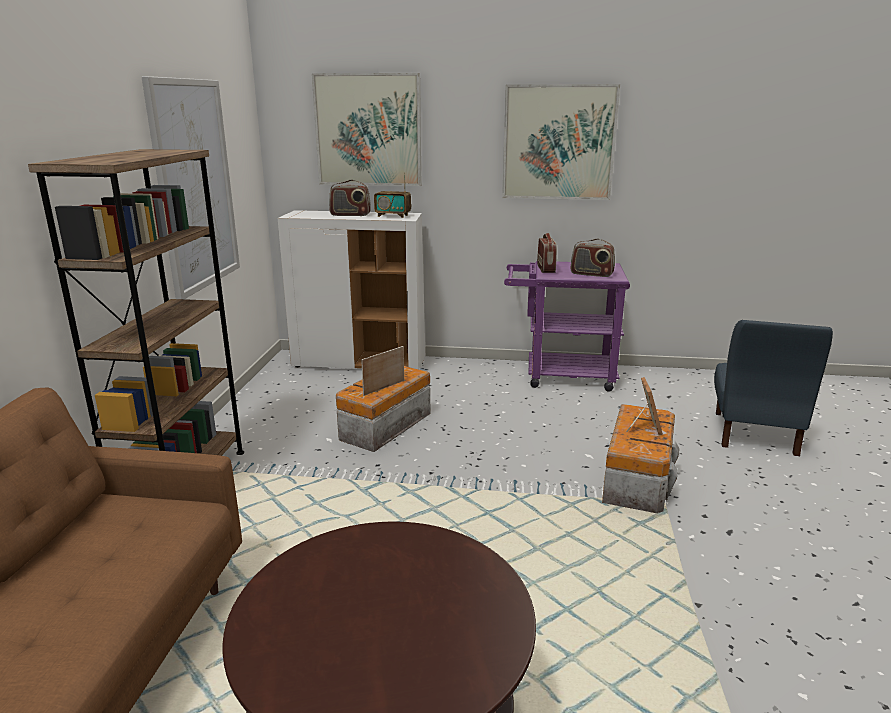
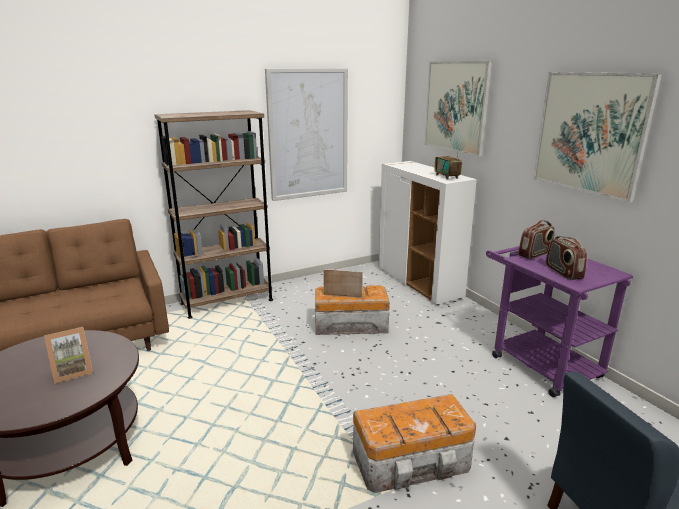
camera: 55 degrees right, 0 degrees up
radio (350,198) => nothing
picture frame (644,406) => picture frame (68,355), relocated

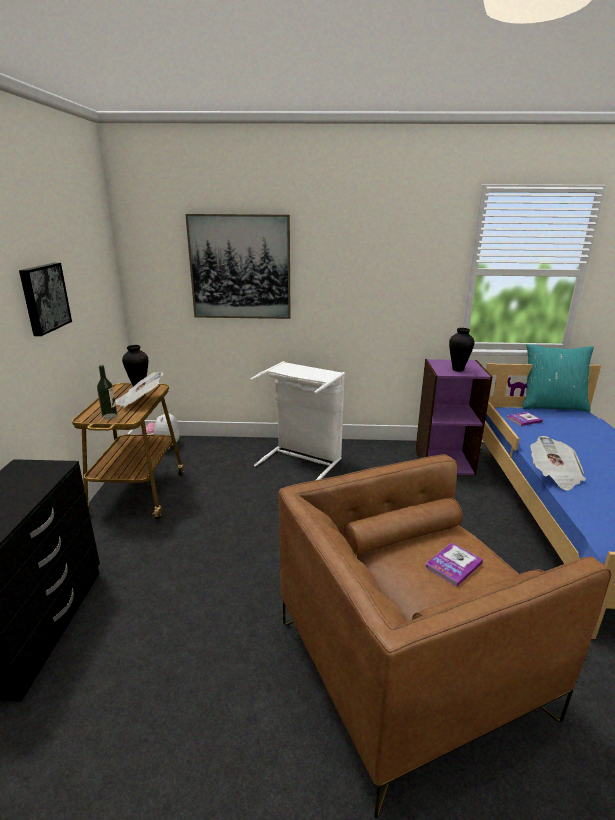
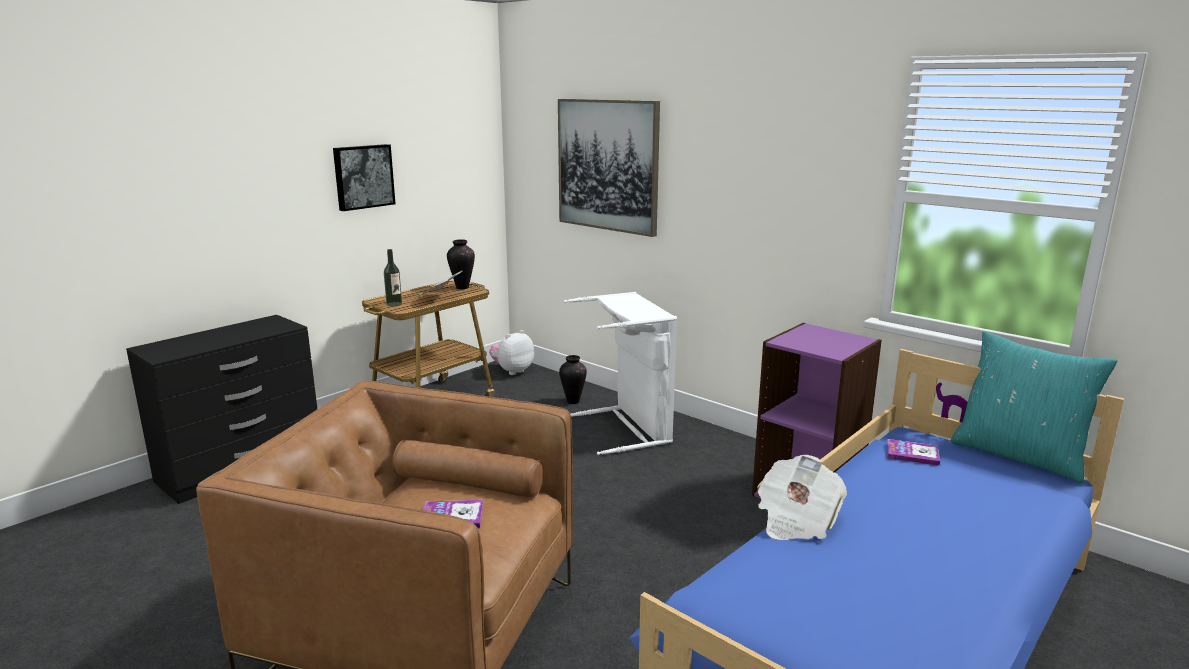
camera: 40 degrees right, 5 degrees down
vase (462,349) => vase (573,379), relocated

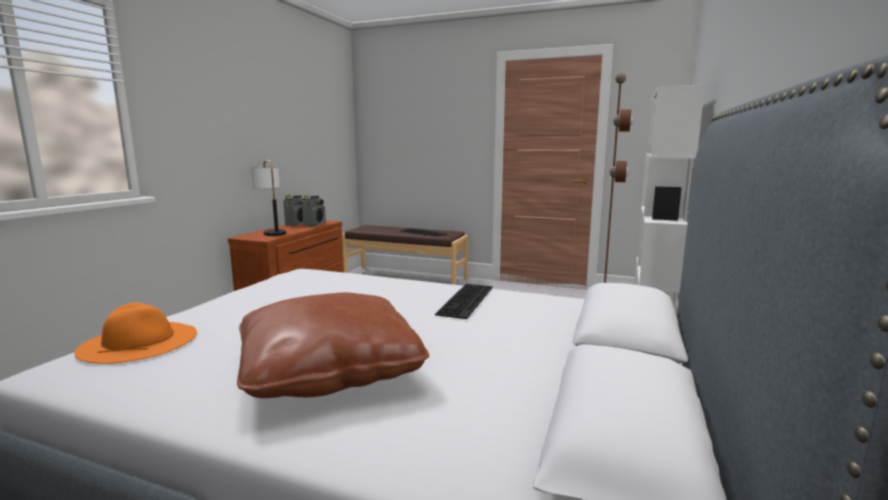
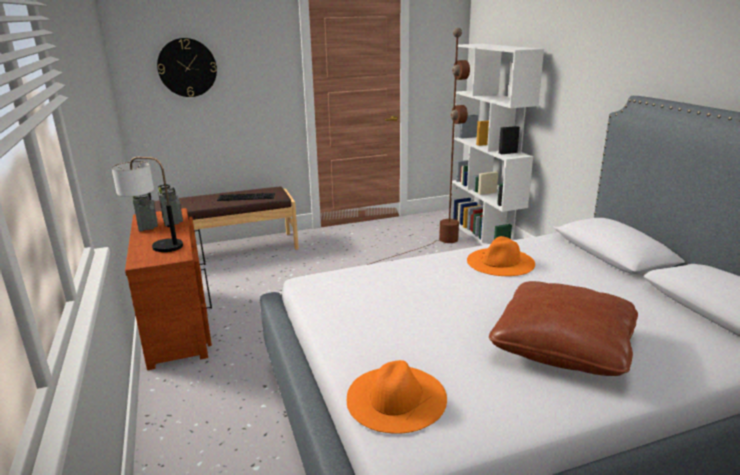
camera: 40 degrees left, 10 degrees up
nothing => wall clock (187,67)
keyboard (464,301) => orange hat (501,256)

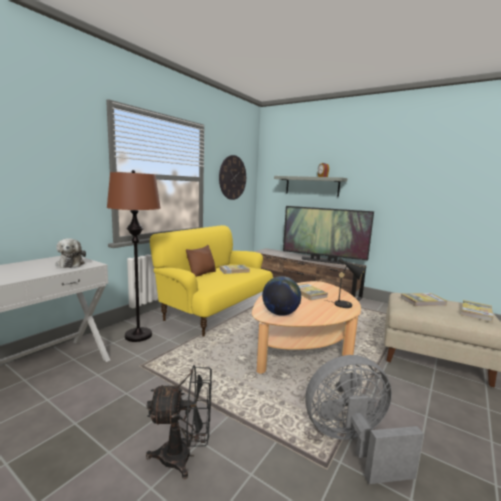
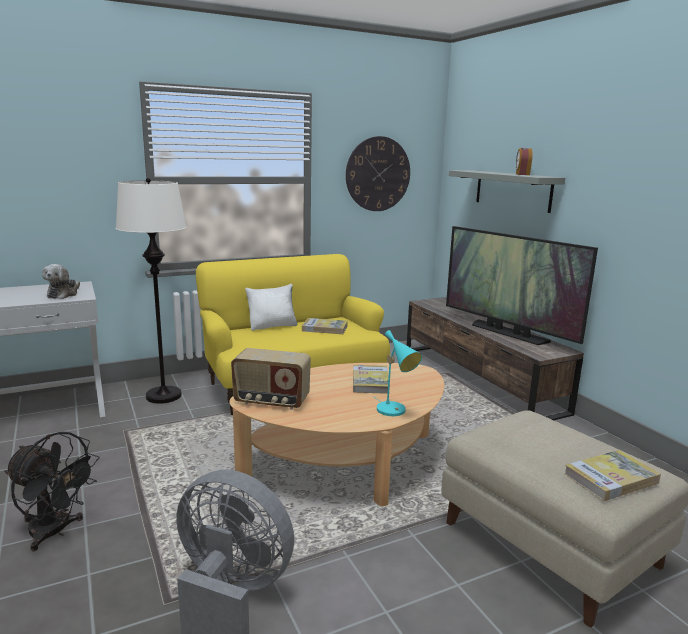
camera: 30 degrees right, 5 degrees up
book (424,299) => nothing
globe (281,296) => radio (271,379)
brown floor lamp (134,256) => white floor lamp (151,291)
brown pillow (201,261) => white pillow (271,307)
black table lamp (346,283) => turquoise table lamp (397,373)

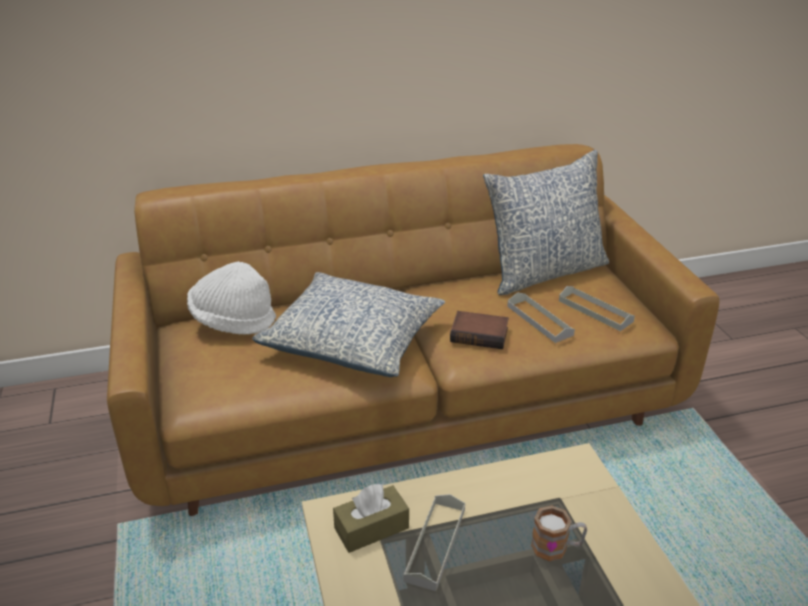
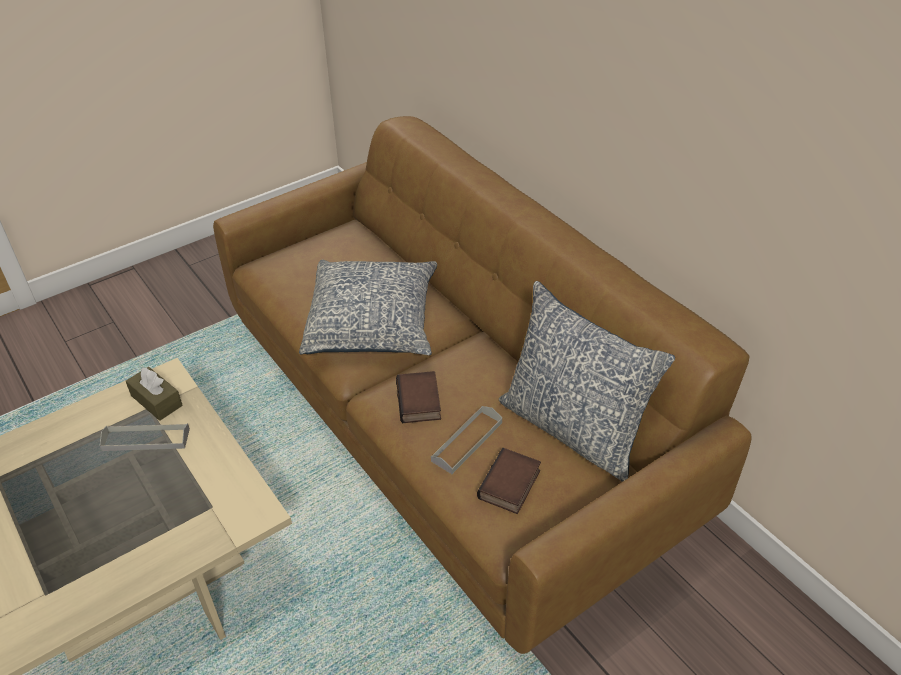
camera: 70 degrees right, 10 degrees up
white hat (231,298) => nothing
mug (559,533) => nothing
grey tray (597,308) => book (509,481)

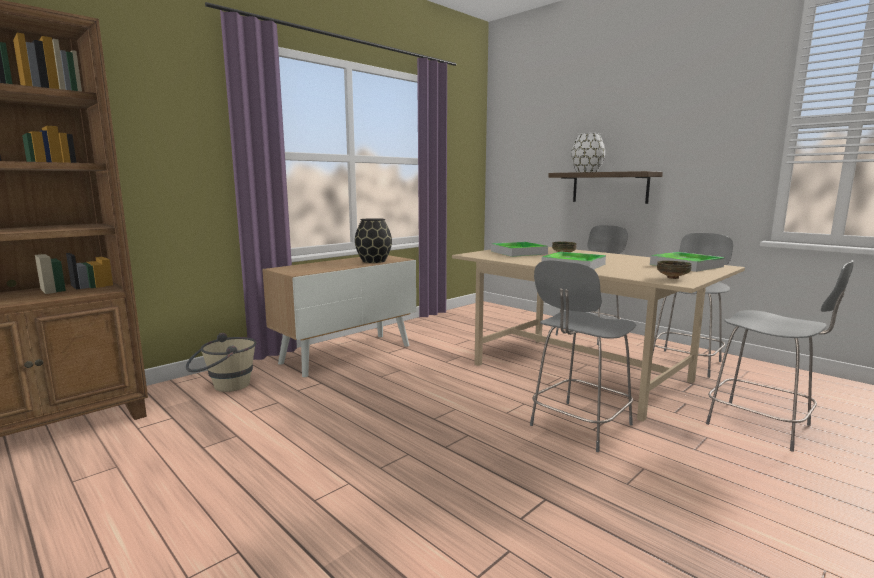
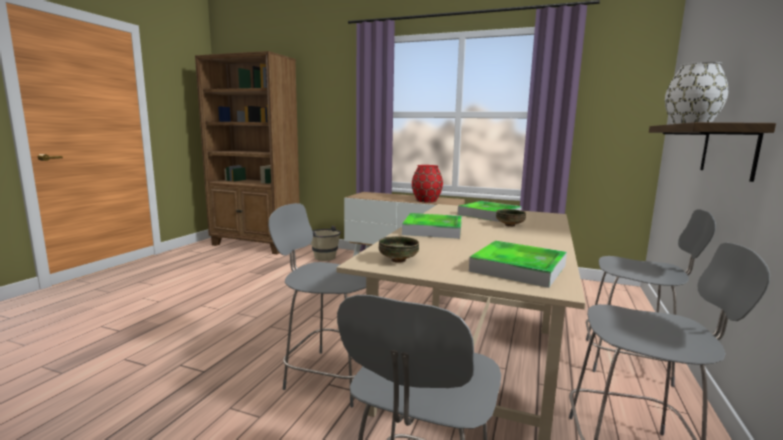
camera: 65 degrees right, 0 degrees up
black vase (373,240) => red vase (427,184)

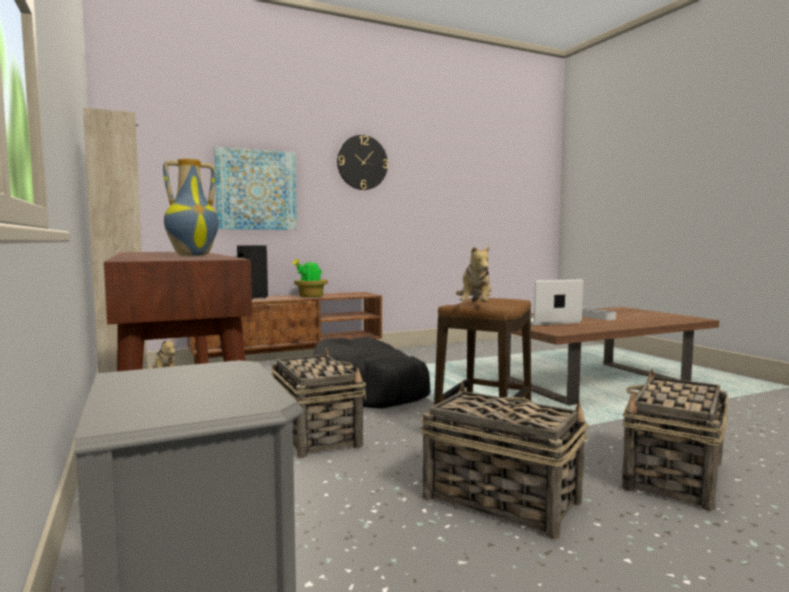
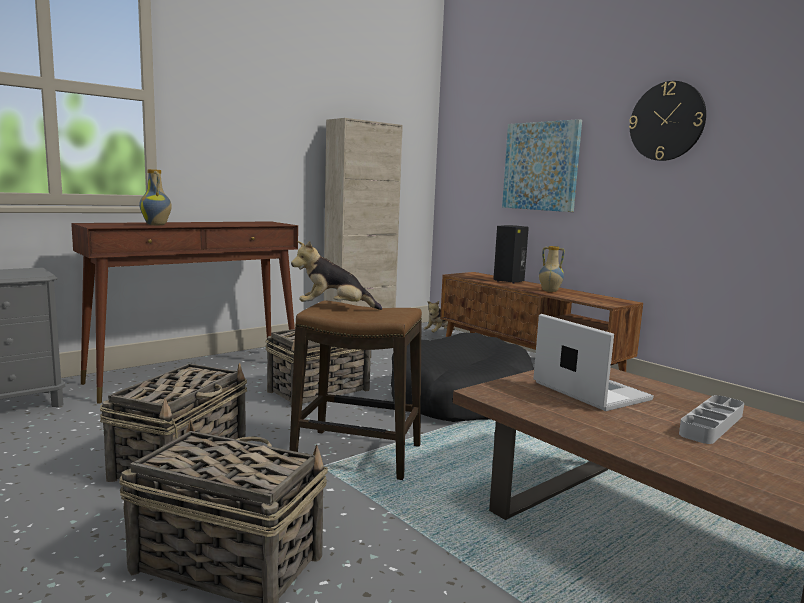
camera: 75 degrees right, 5 degrees up
potted plant (310,278) => vase (552,269)

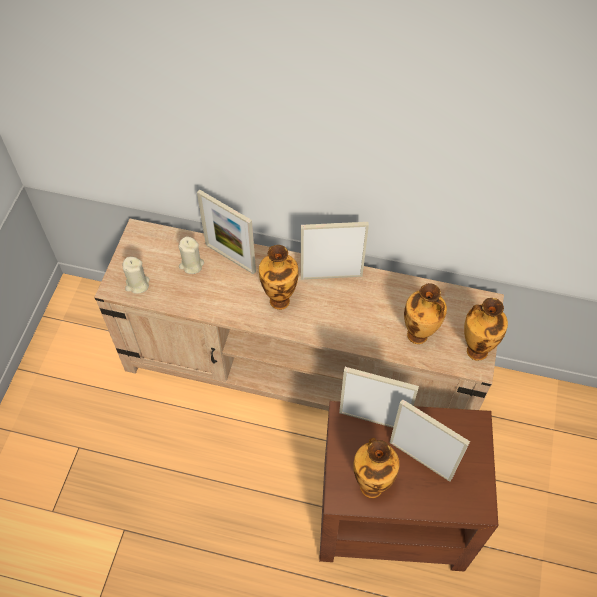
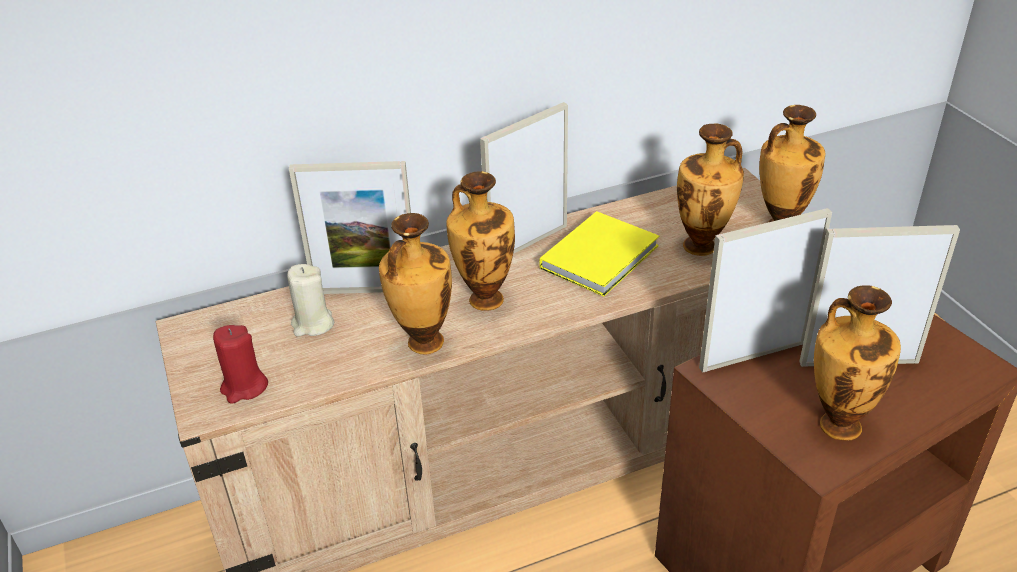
camera: 35 degrees left, 20 degrees down
nothing => vase (415,284)
nothing => yellow book (599,253)
beige candle (136,275) => red candle (240,364)

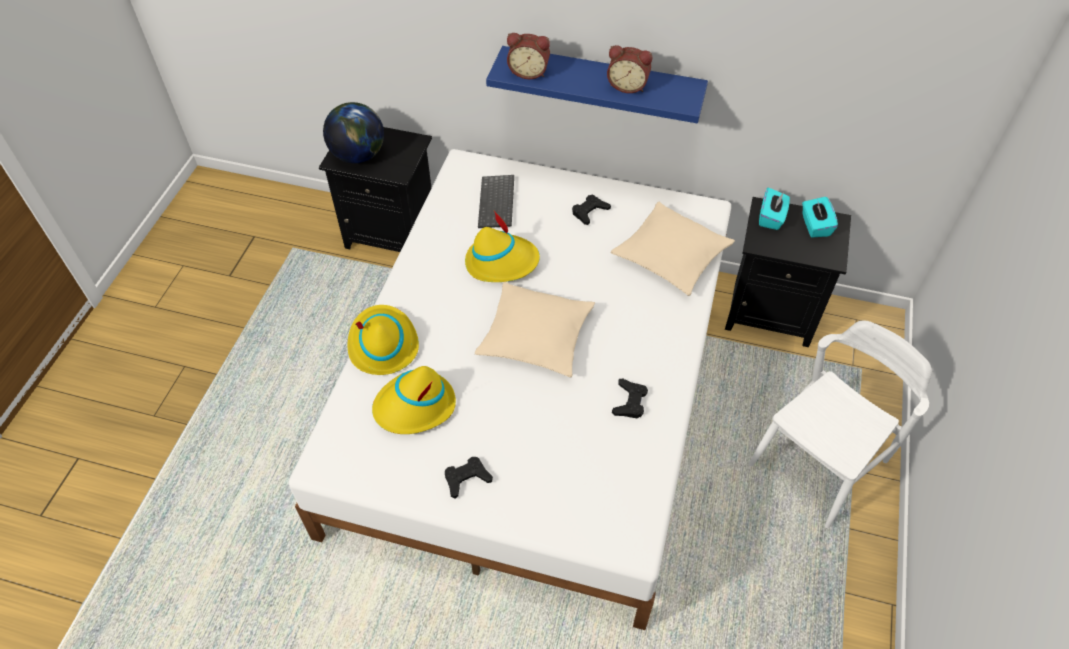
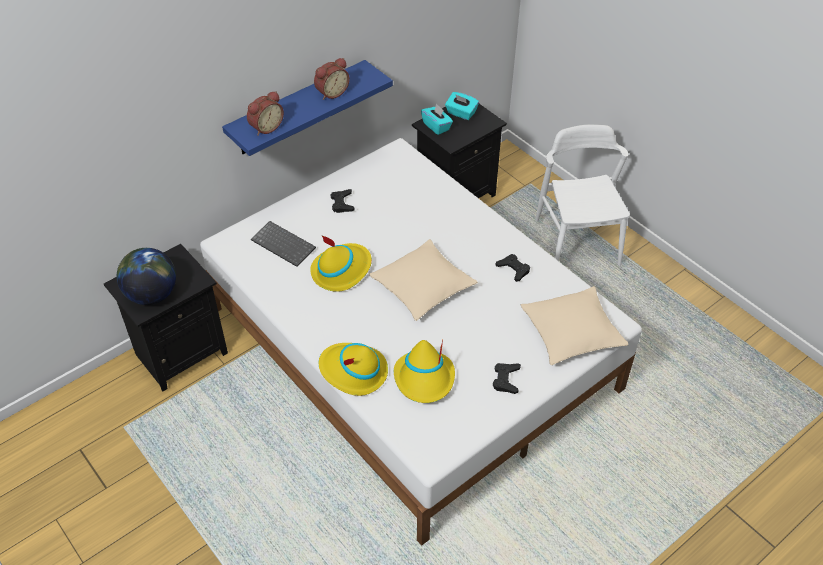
camera: 55 degrees left, 5 degrees down
beige pillow (673,249) => beige pillow (574,325), relocated

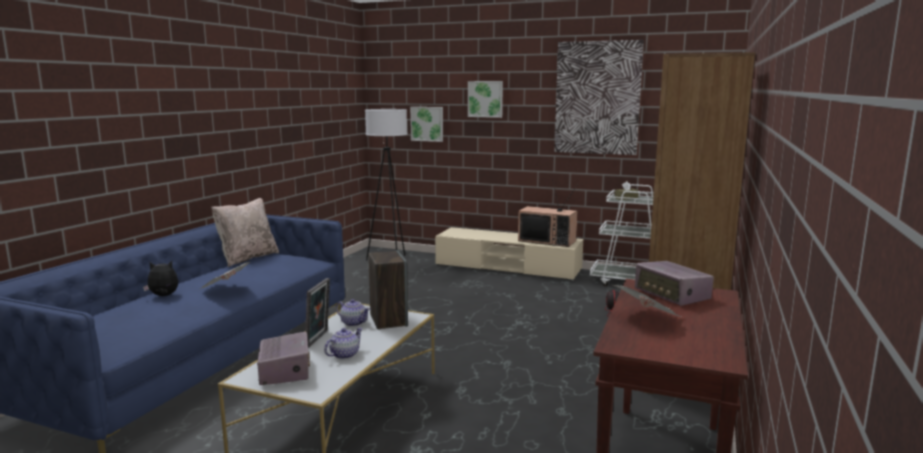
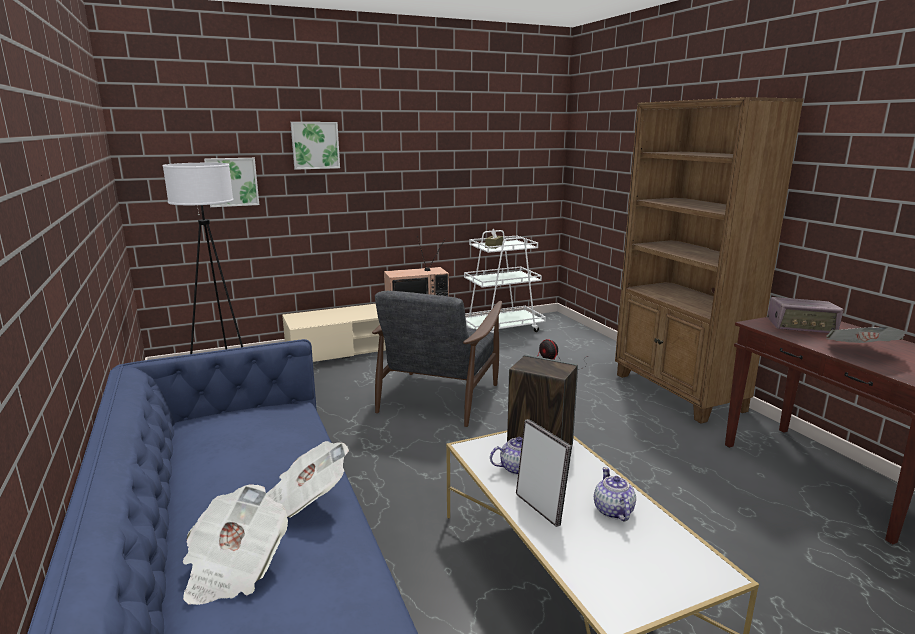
camera: 45 degrees left, 5 degrees up
beige pillow (245,232) => nothing
radio (283,358) => nothing
picture (599,97) => nothing
nothing => grey armchair (437,359)
plush toy (160,278) => newspaper (235,544)

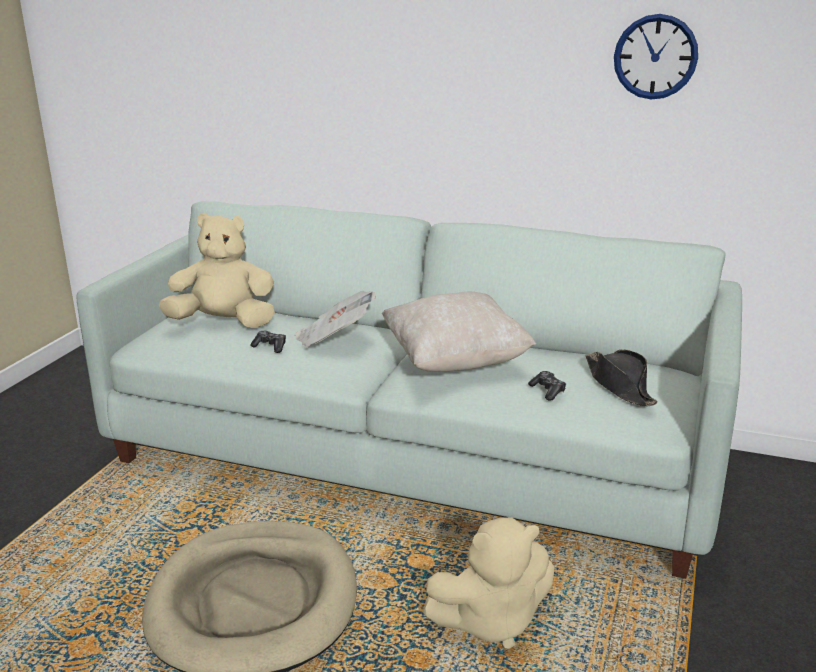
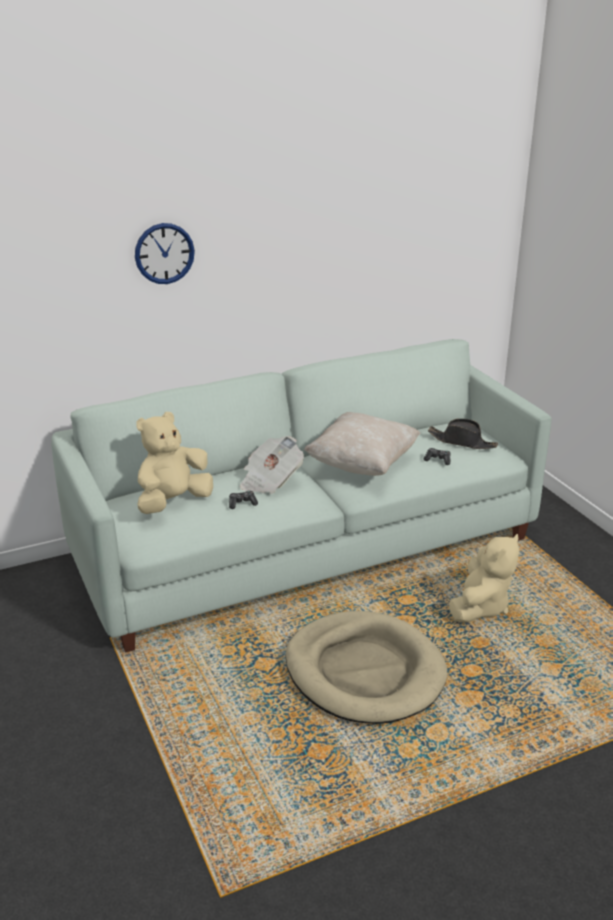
camera: 45 degrees left, 5 degrees up
wall clock (656,57) => wall clock (165,253), relocated

